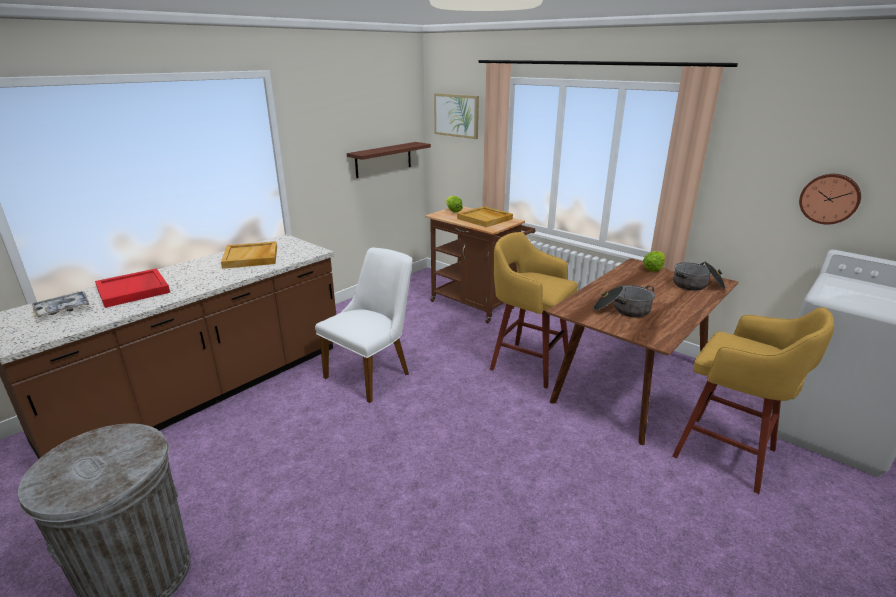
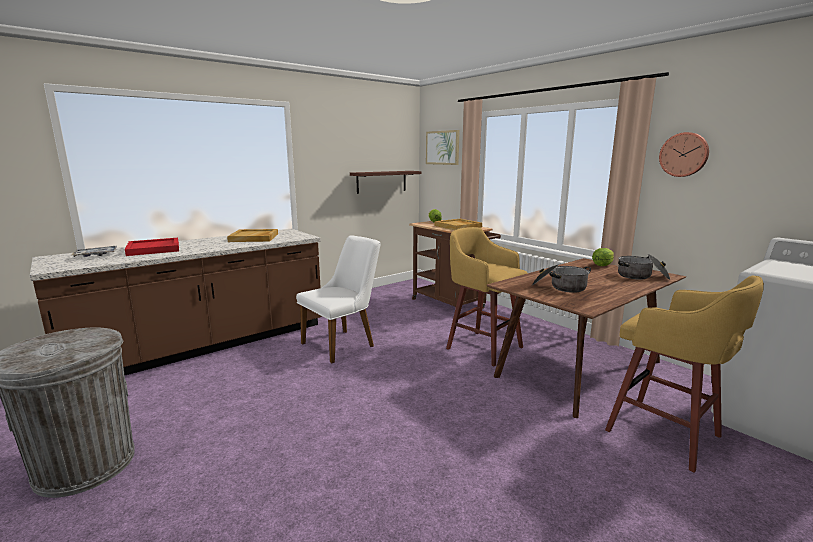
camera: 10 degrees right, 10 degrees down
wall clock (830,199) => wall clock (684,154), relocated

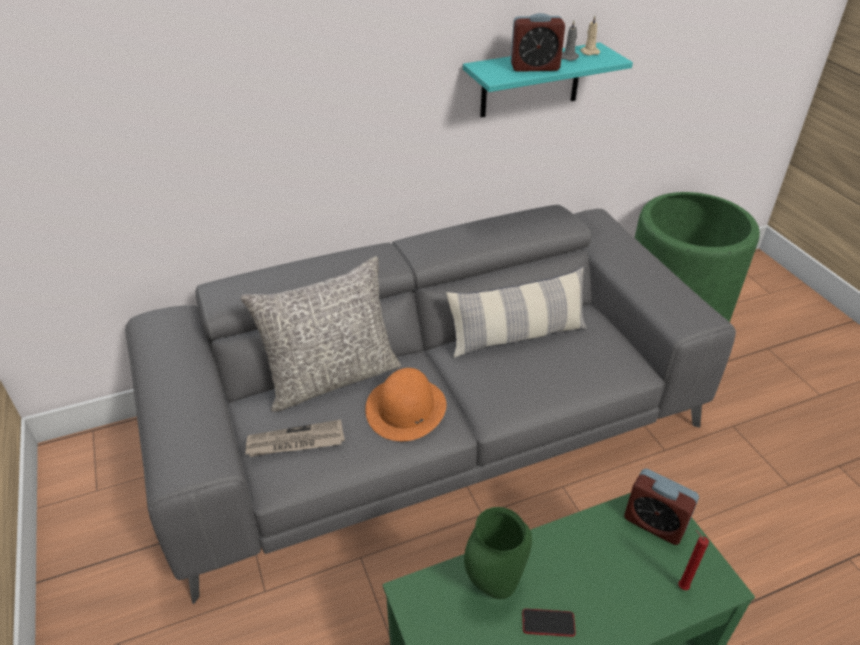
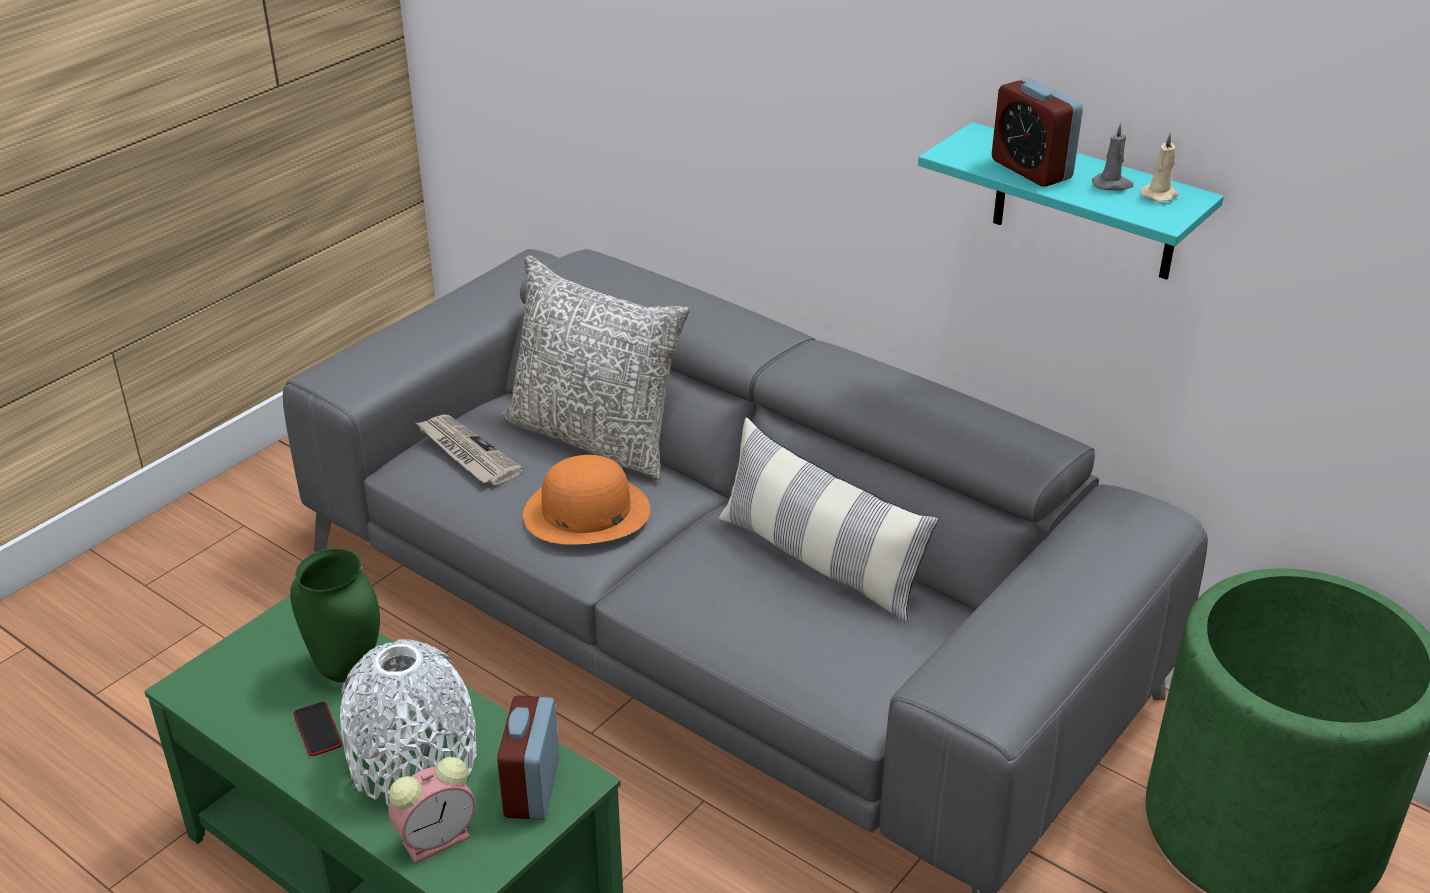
camera: 60 degrees right, 5 degrees down
nothing => white vase (408,723)
red candle (693,560) => alarm clock (432,810)

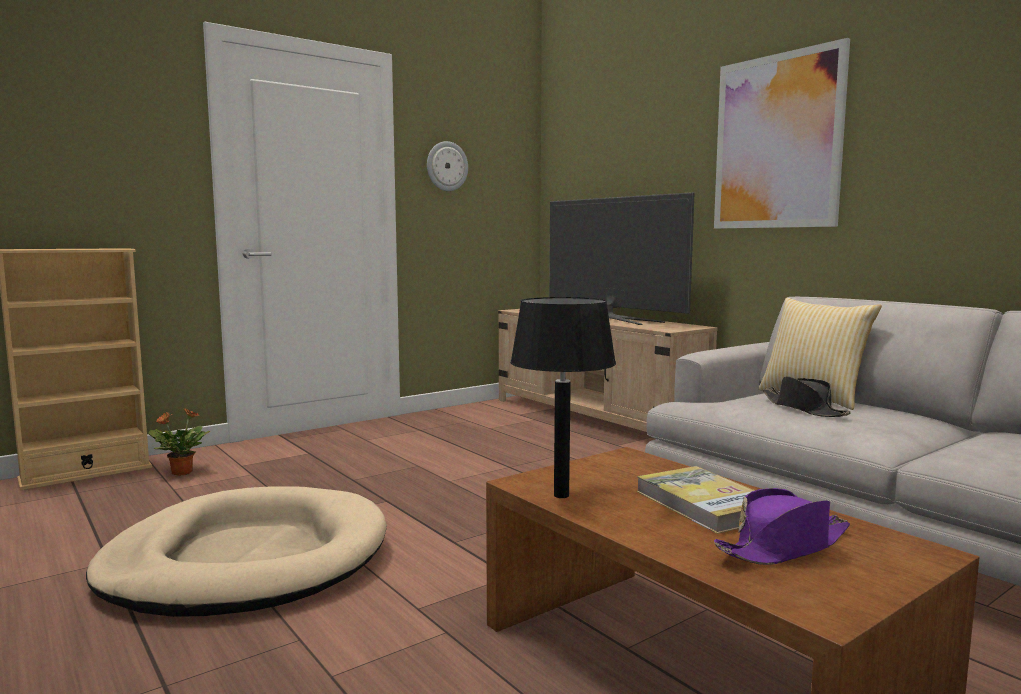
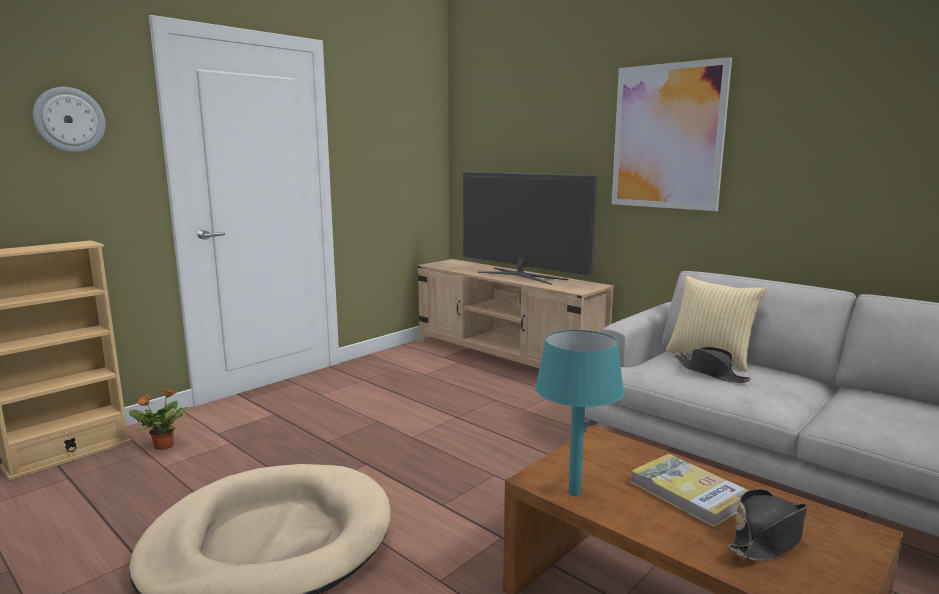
camera: 10 degrees left, 5 degrees up
wall clock (447,166) => wall clock (69,120), relocated
black table lamp (563,397) => turquoise table lamp (579,413)
purple hat (782,526) => black hat (768,525)

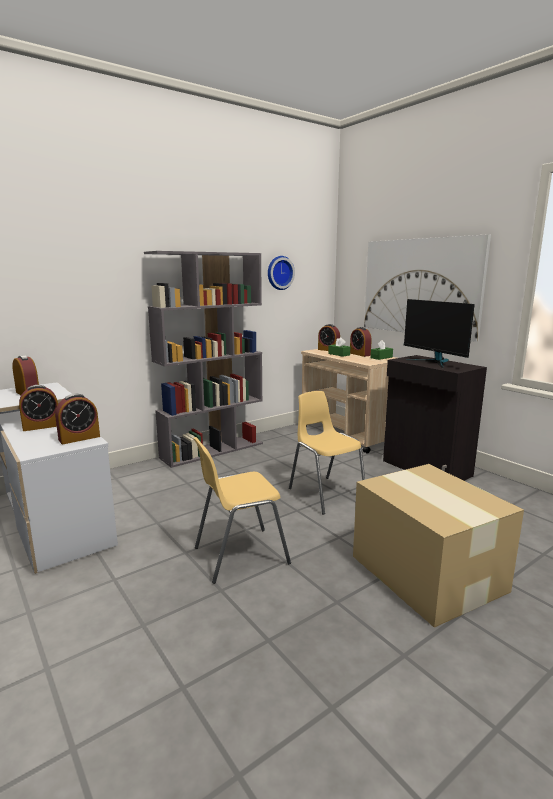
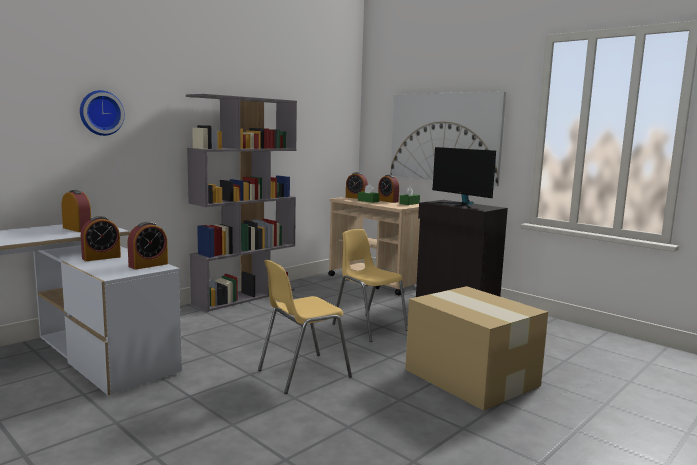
camera: 10 degrees left, 5 degrees down
wall clock (281,273) => wall clock (102,113), relocated

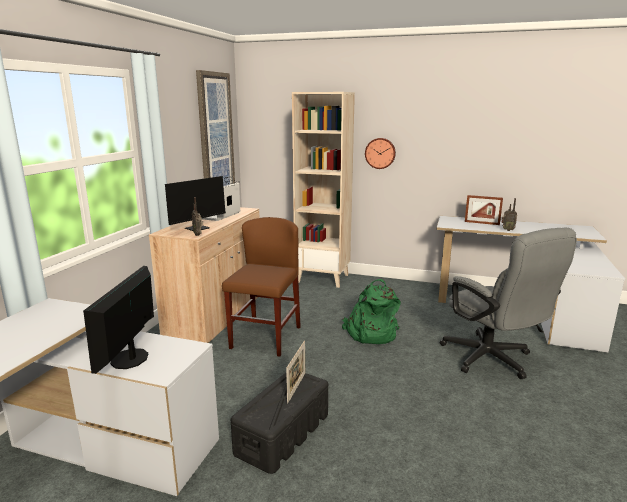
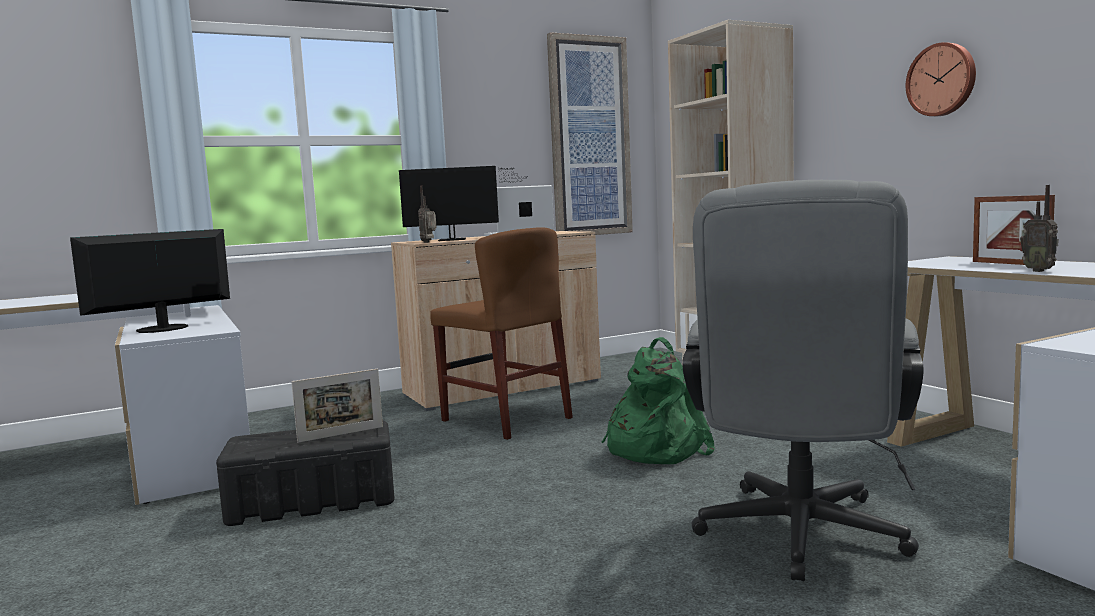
camera: 45 degrees right, 10 degrees down
wall clock (380,153) => wall clock (941,79), relocated
brown chair (261,287) => brown chair (501,333), 75 degrees clockwise

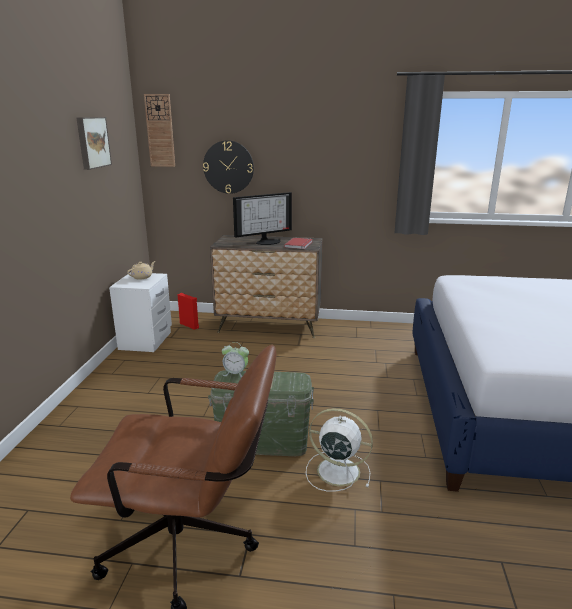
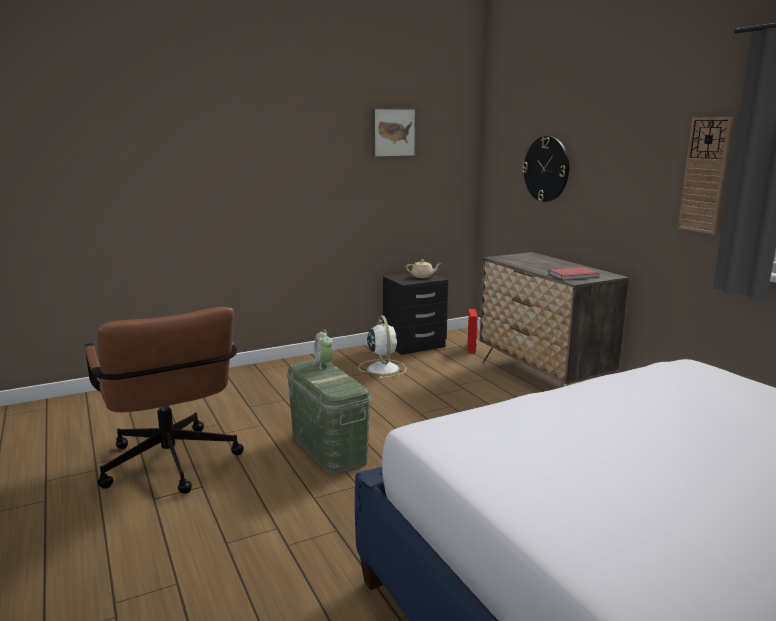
camera: 55 degrees right, 5 degrees down
monitor (262,218) => nothing
wall clock (159,130) => wall clock (705,175), relocated
white fan (339,450) => white fan (382,347), relocated
white nightstand (140,312) => black nightstand (415,314)

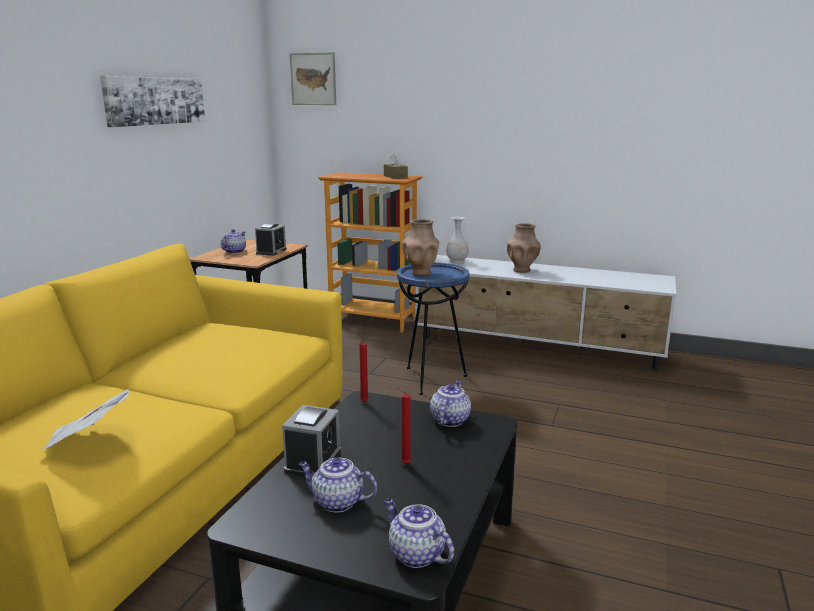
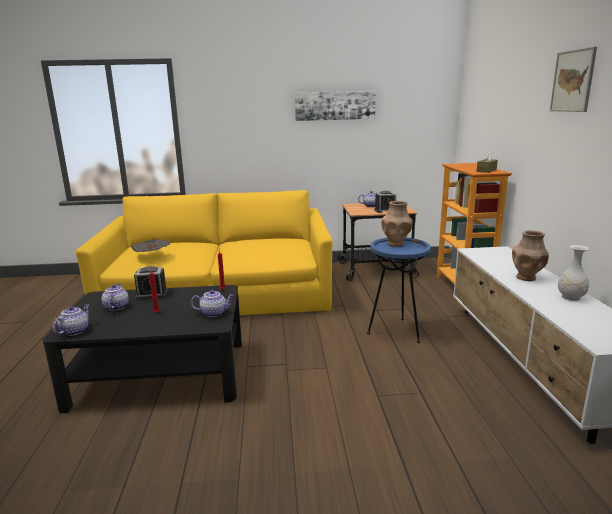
camera: 65 degrees right, 0 degrees up
picture (313,78) => picture (573,79), relocated
white vase (457,240) => white vase (573,273), relocated

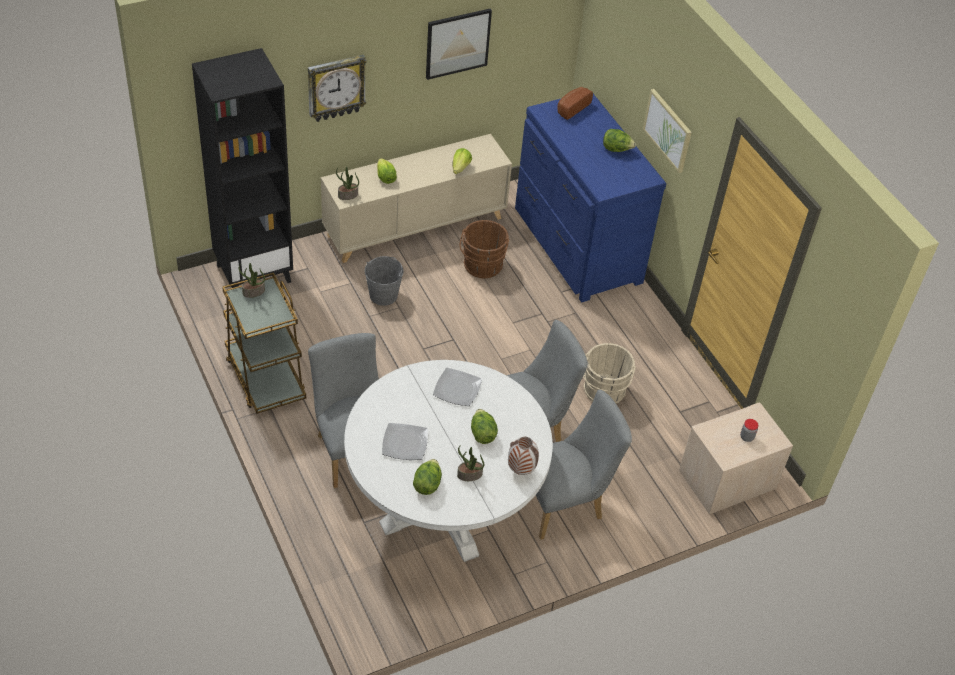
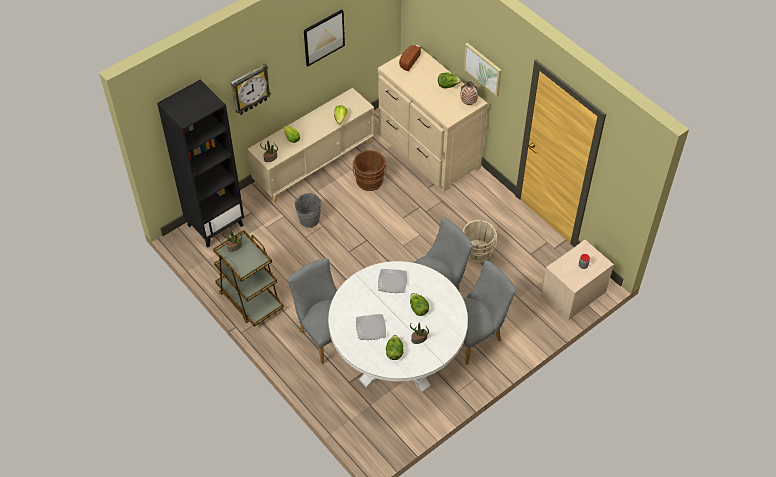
camera: 10 degrees left, 5 degrees up
vase (523,456) => vase (469,93), relocated
blue dresser (591,198) => beige dresser (433,118)

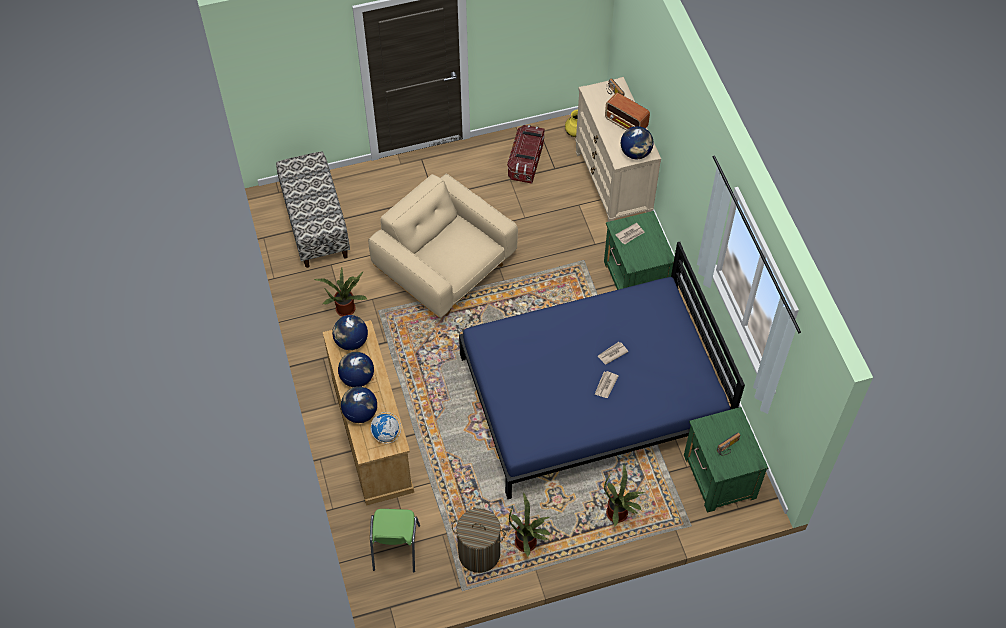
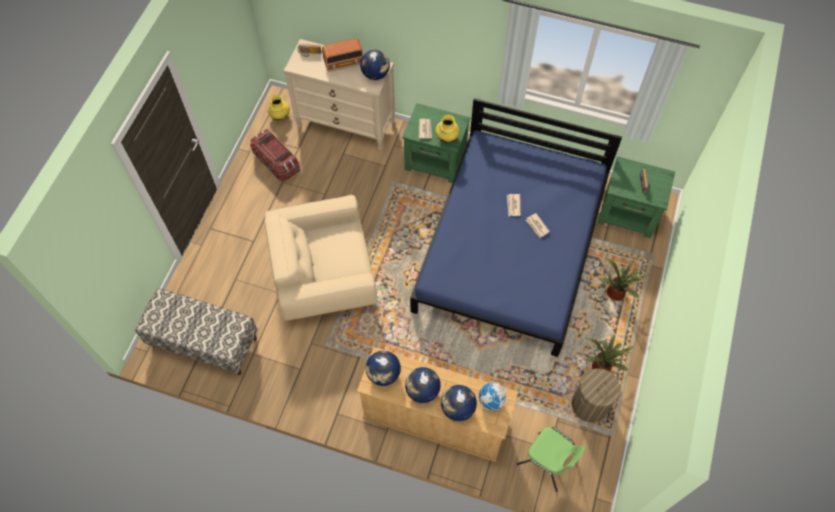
camera: 55 degrees left, 5 degrees up
potted plant (341,292) => nothing
nothing => yellow vase (448,129)

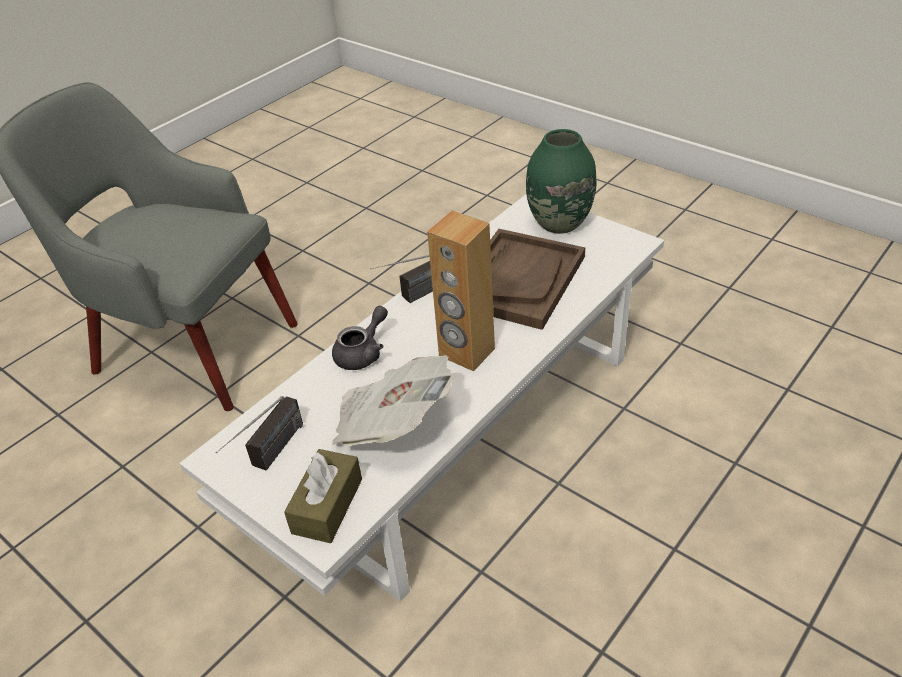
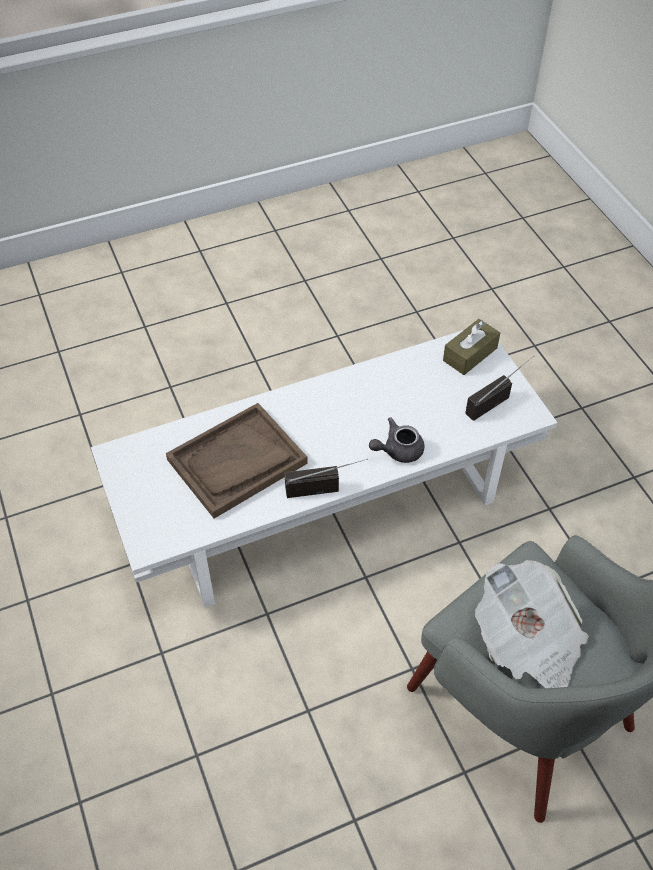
camera: 155 degrees left, 10 degrees up
brown speaker (461,291) => nothing
green vase (561,181) => nothing
newspaper (392,400) => newspaper (532,624), relocated

